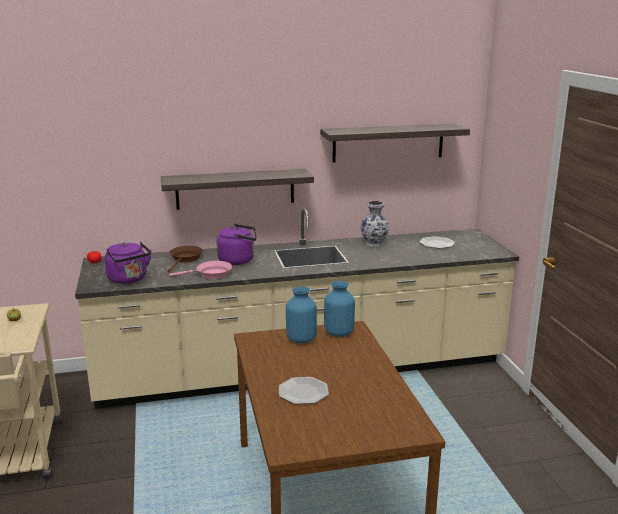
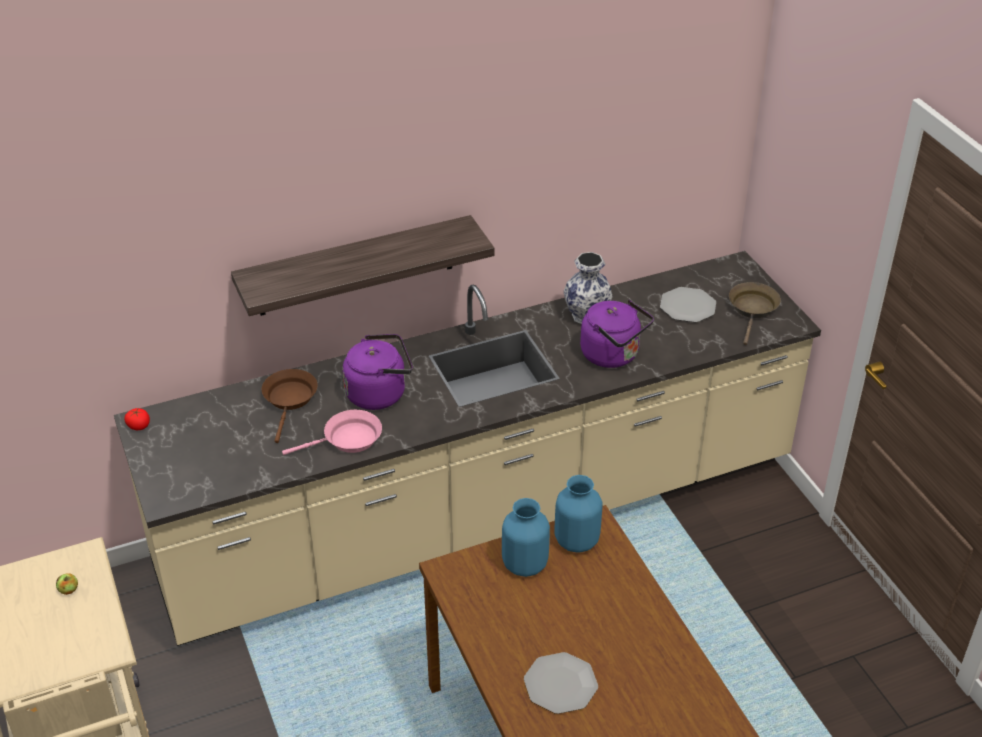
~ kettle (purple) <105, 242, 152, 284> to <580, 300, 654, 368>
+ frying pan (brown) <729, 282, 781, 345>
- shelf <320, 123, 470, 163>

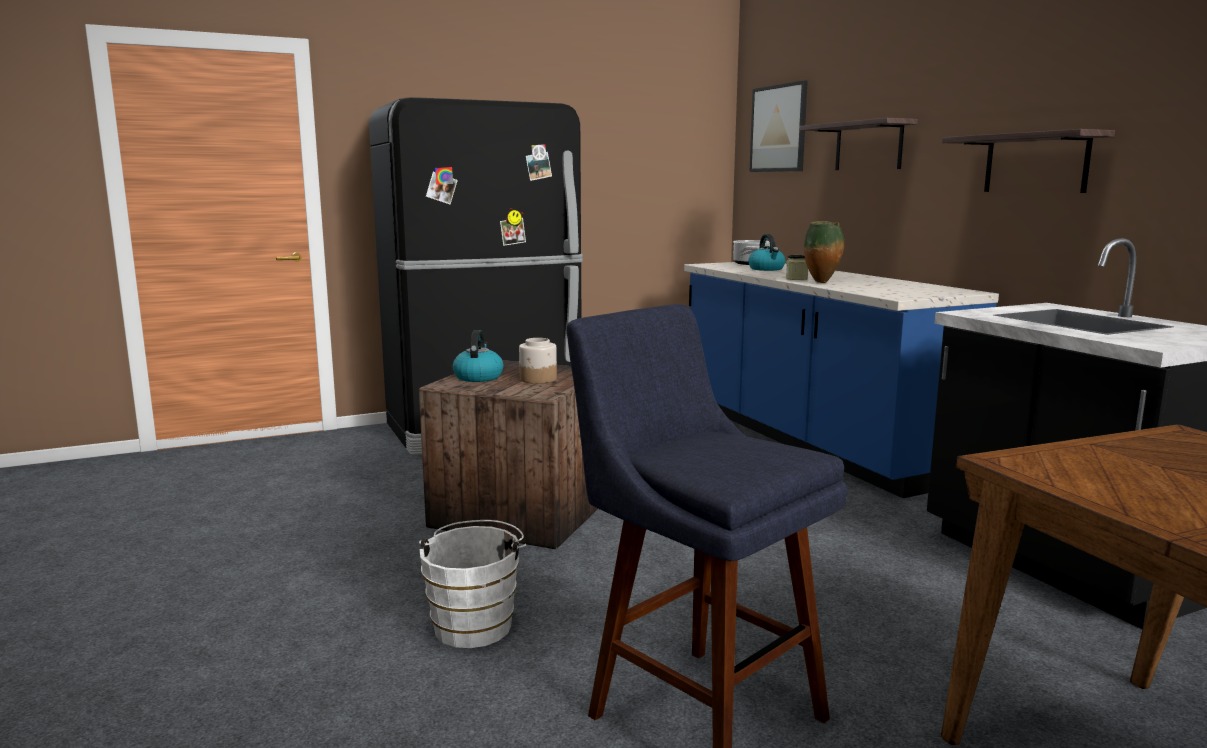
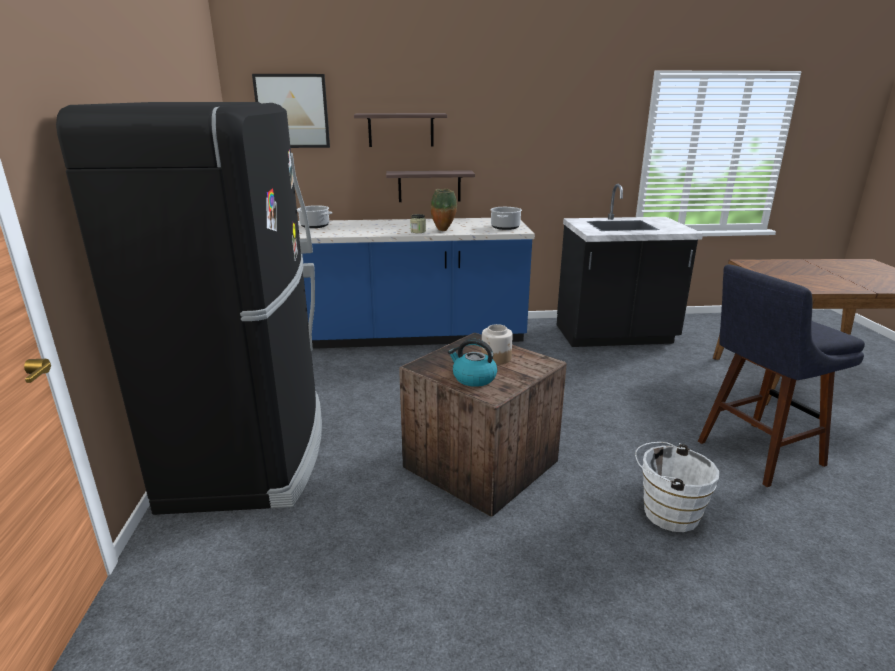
~ shelf <942, 129, 1115, 193> to <386, 170, 475, 202>
+ cooking pot <490, 207, 522, 230>
- kettle <748, 234, 785, 271>

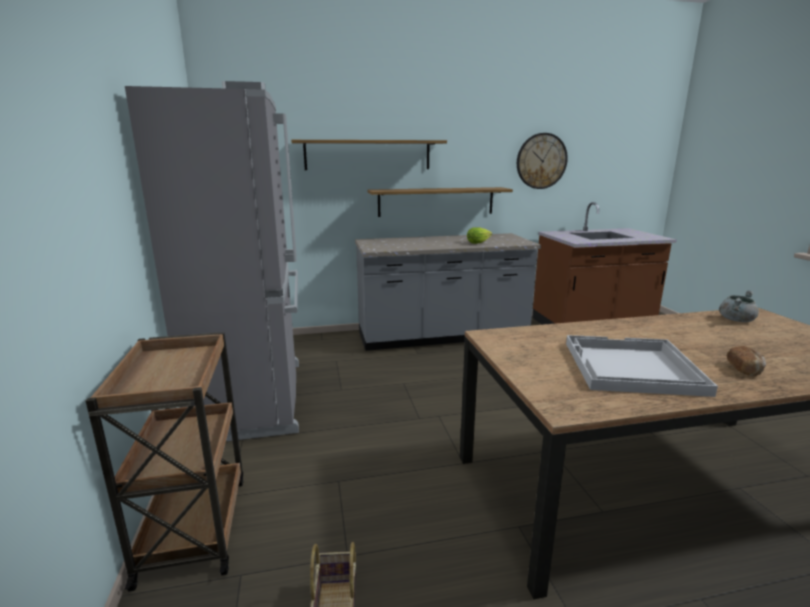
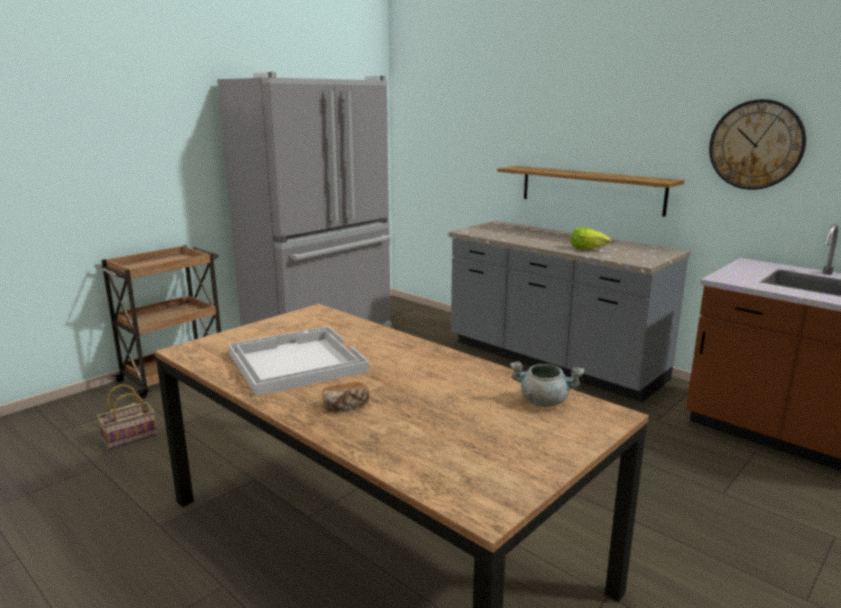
- shelf <291, 140, 447, 170>

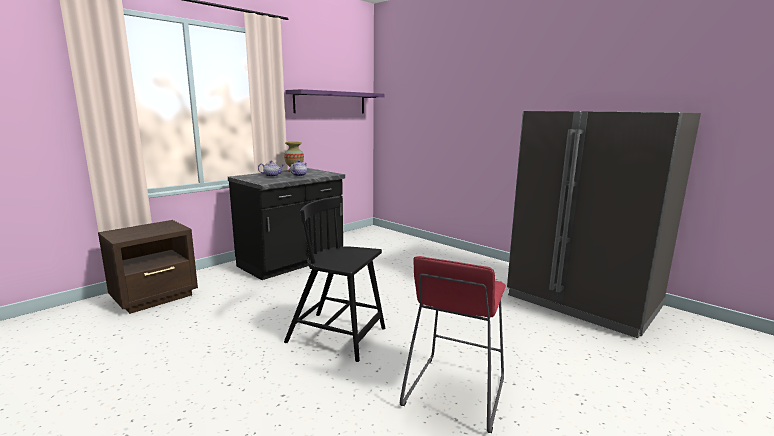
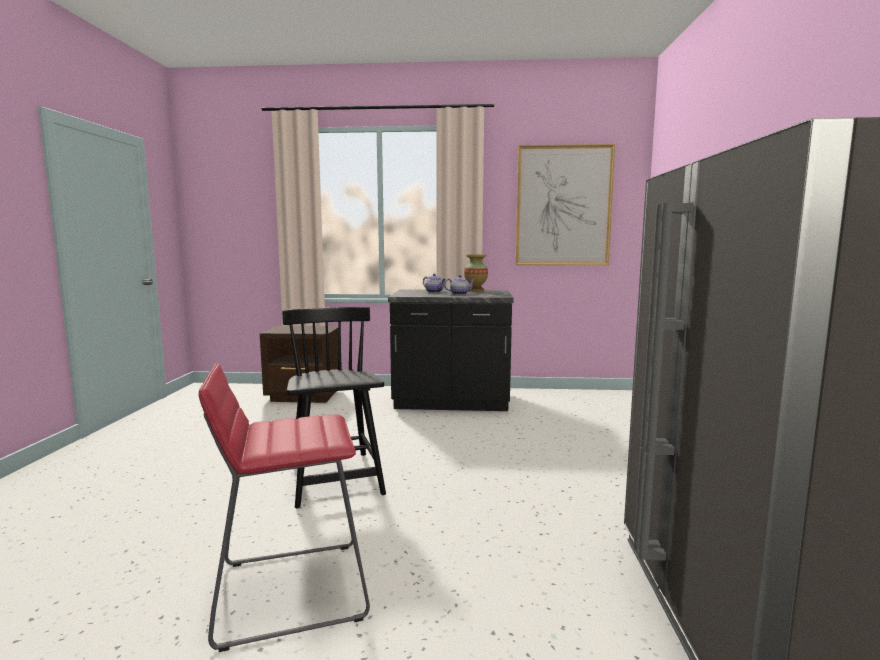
~ shelf (purple) <285, 89, 385, 114> to picture <515, 144, 615, 265>

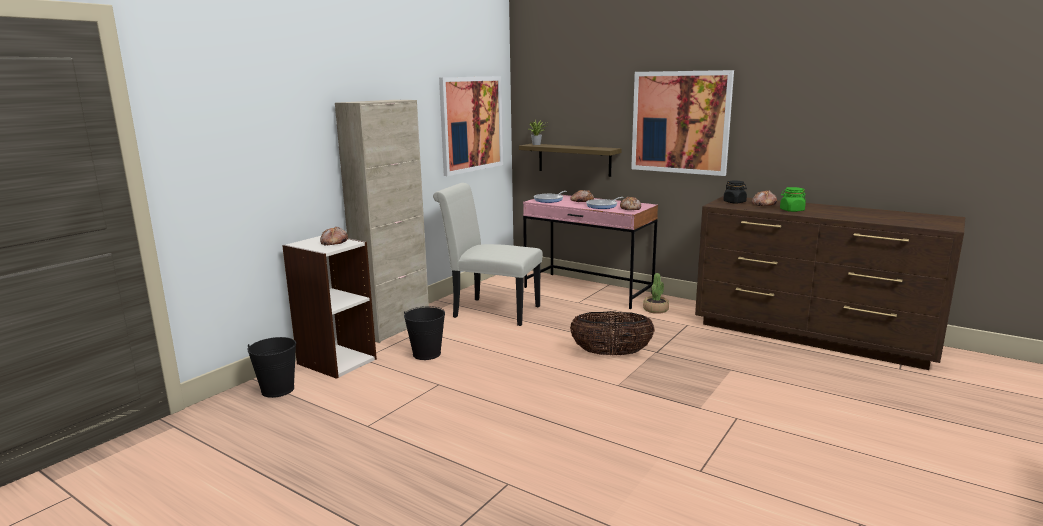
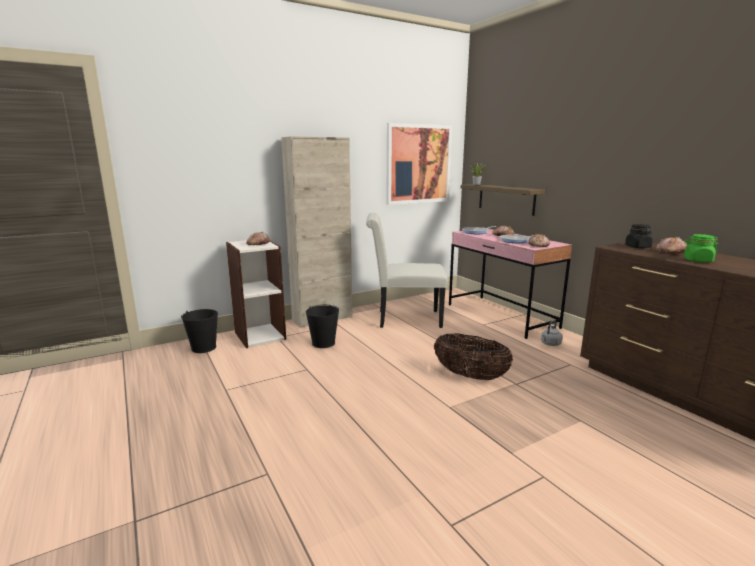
~ chair (white) <433, 183, 543, 326> = <366, 213, 448, 328> 45 degrees counterclockwise
~ potted plant <643, 273, 669, 314> to kettle (grey) <541, 320, 562, 346>
- picture <631, 70, 734, 176>

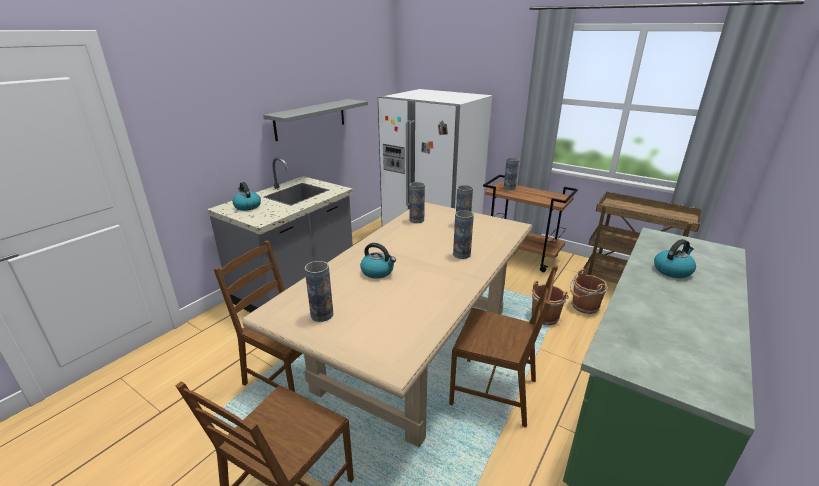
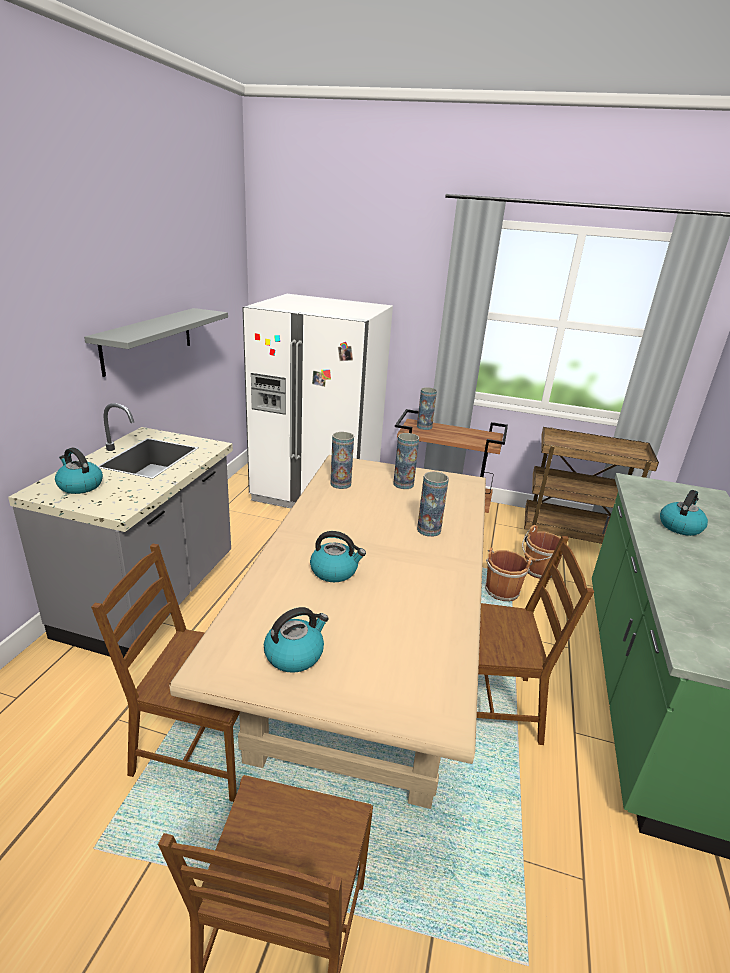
~ vase <305, 261, 333, 322> to kettle <264, 607, 329, 673>

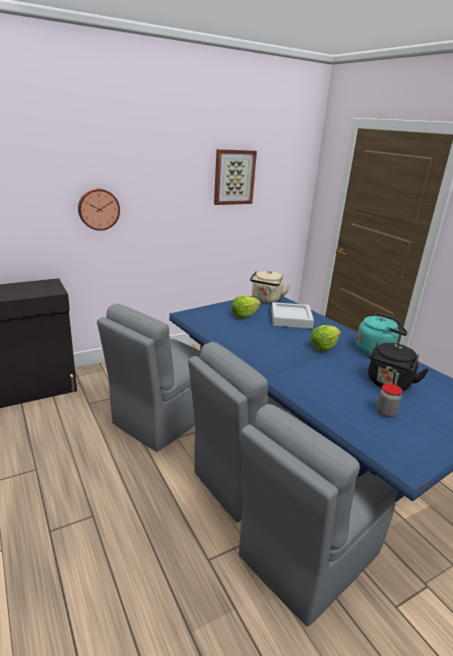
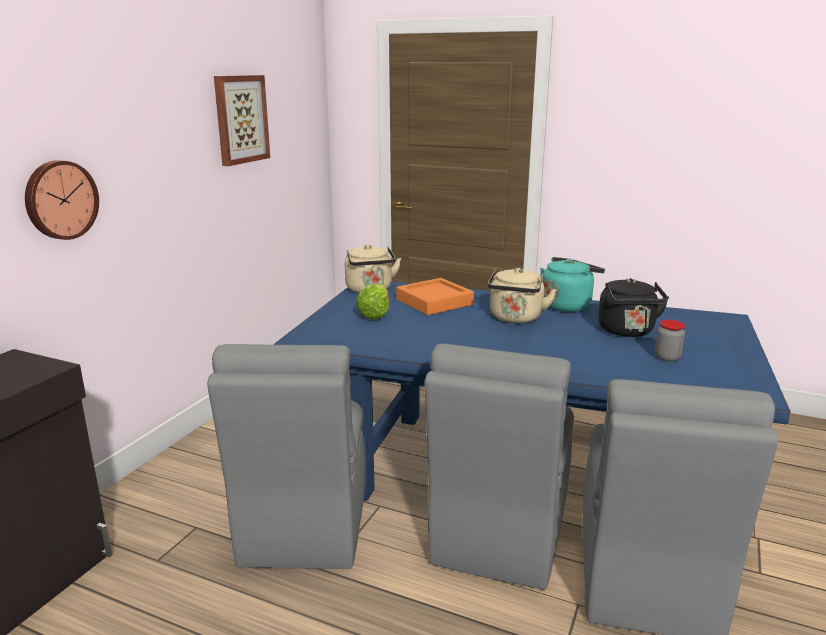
~ tray (grey) <271, 302, 314, 329> to tray (orange) <396, 278, 474, 315>
~ lettuce <310, 325, 341, 351> to kettle (beige) <487, 268, 557, 323>

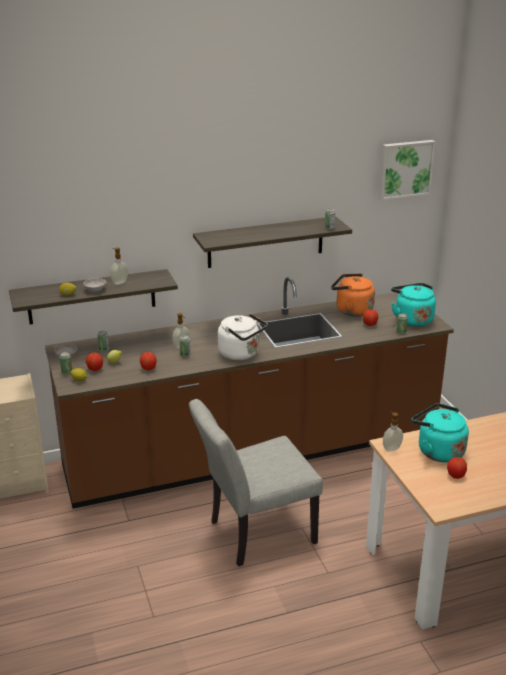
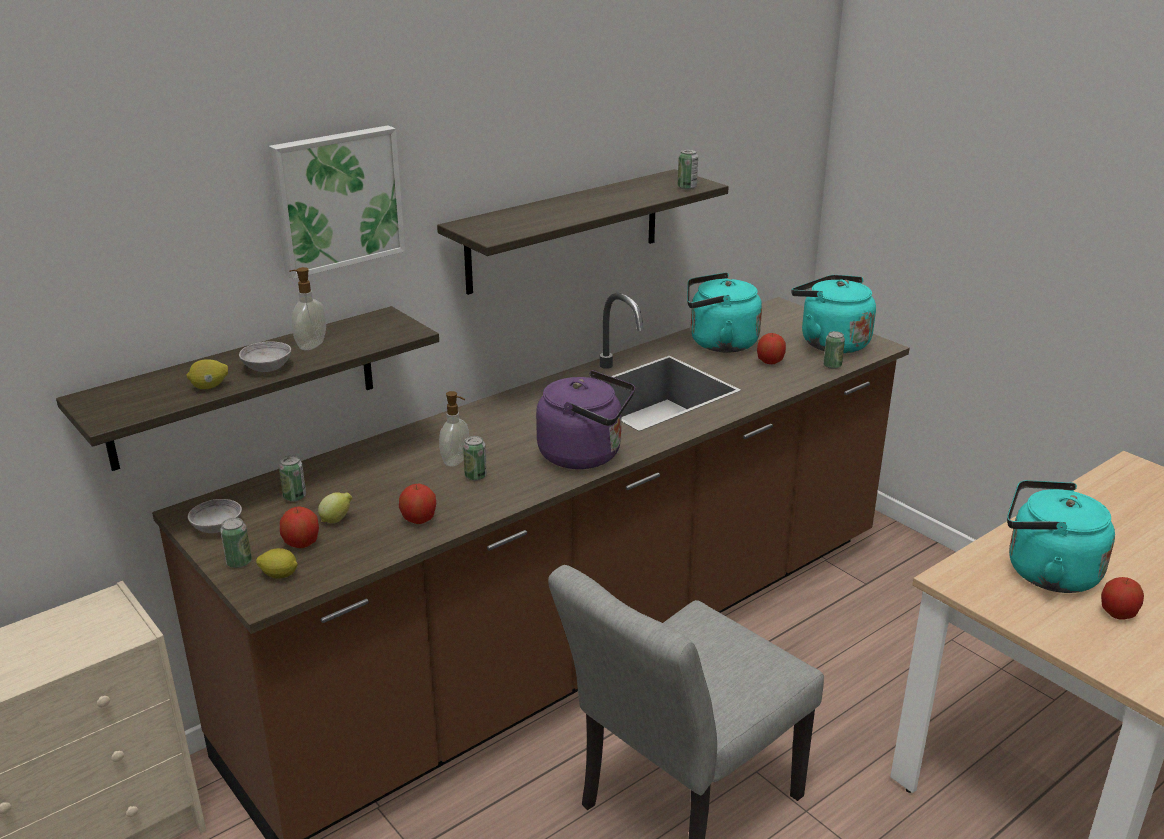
~ picture <379, 140, 436, 200> to <269, 125, 405, 279>
~ kettle (white) <218, 314, 267, 360> to kettle (purple) <536, 370, 635, 469>
~ kettle (orange) <331, 273, 375, 317> to kettle (turquoise) <687, 272, 762, 352>
- soap dispenser <383, 412, 403, 452>

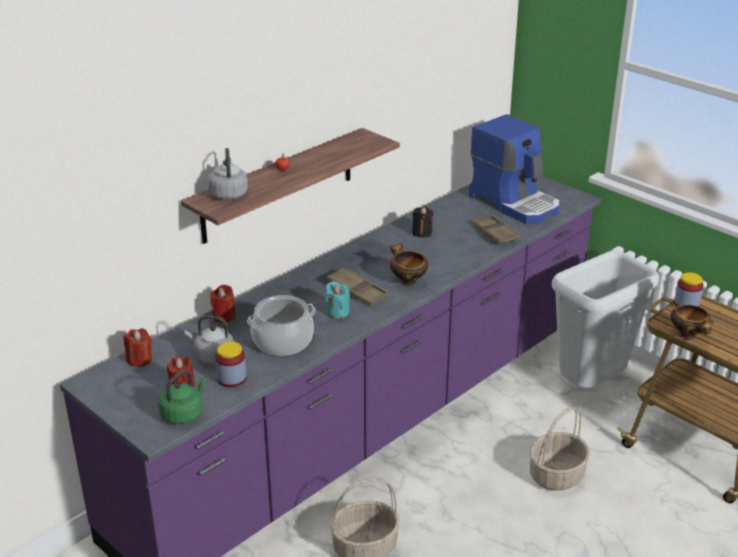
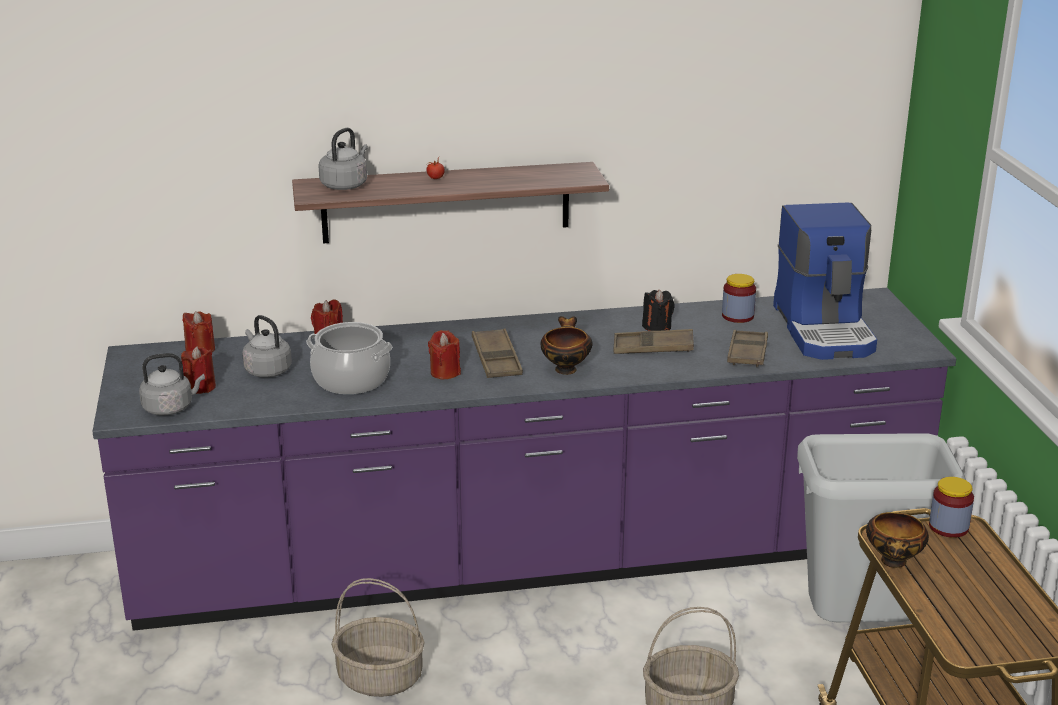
~ kettle (green) <158, 370, 207, 424> to kettle (grey) <139, 353, 205, 416>
~ candle (turquoise) <326, 281, 350, 319> to candle (red) <428, 330, 461, 379>
+ tray (brown) <613, 329, 694, 354>
~ jar <215, 342, 247, 387> to <722, 274, 756, 323>

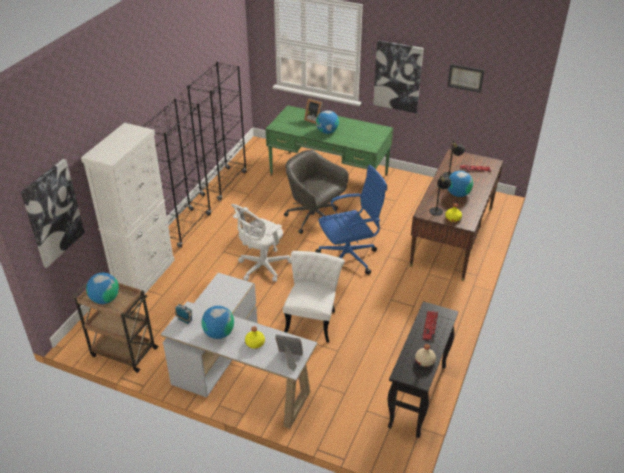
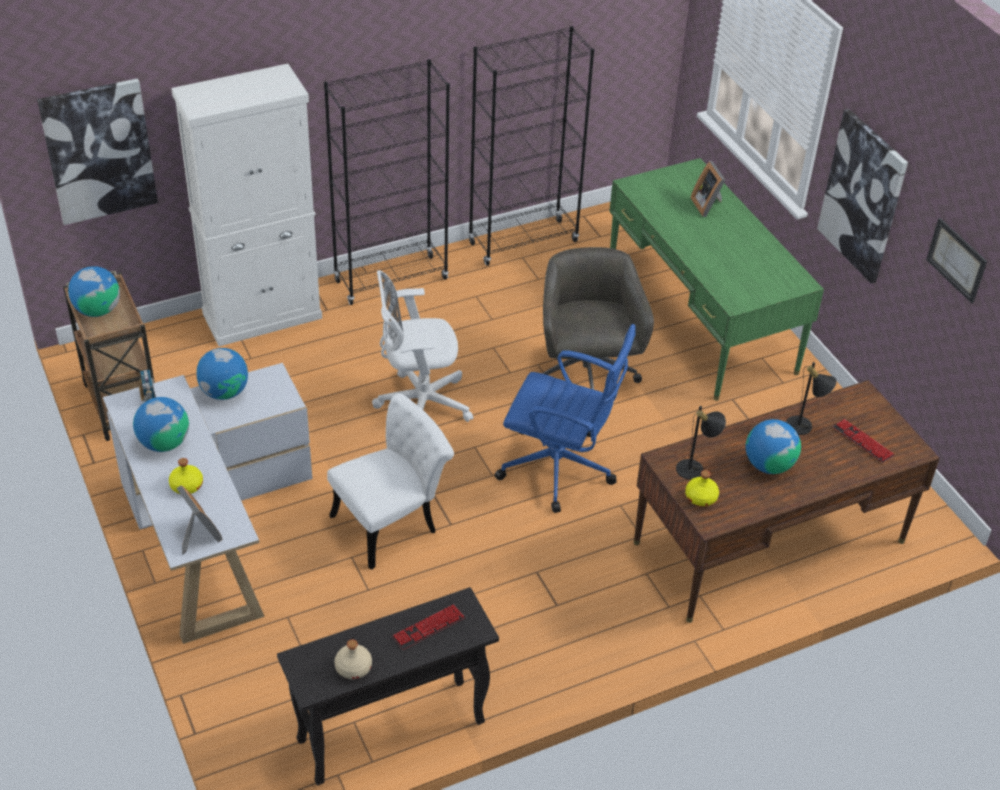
~ globe <316, 110, 339, 134> to <196, 348, 248, 400>

